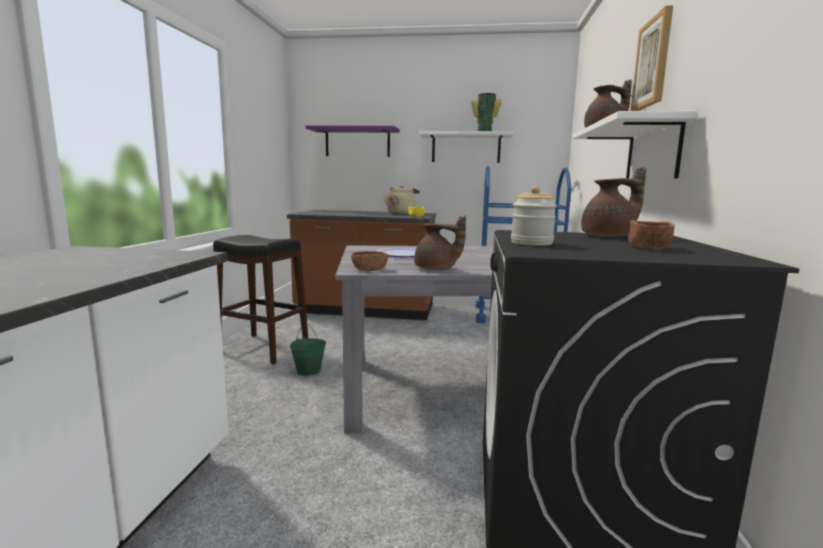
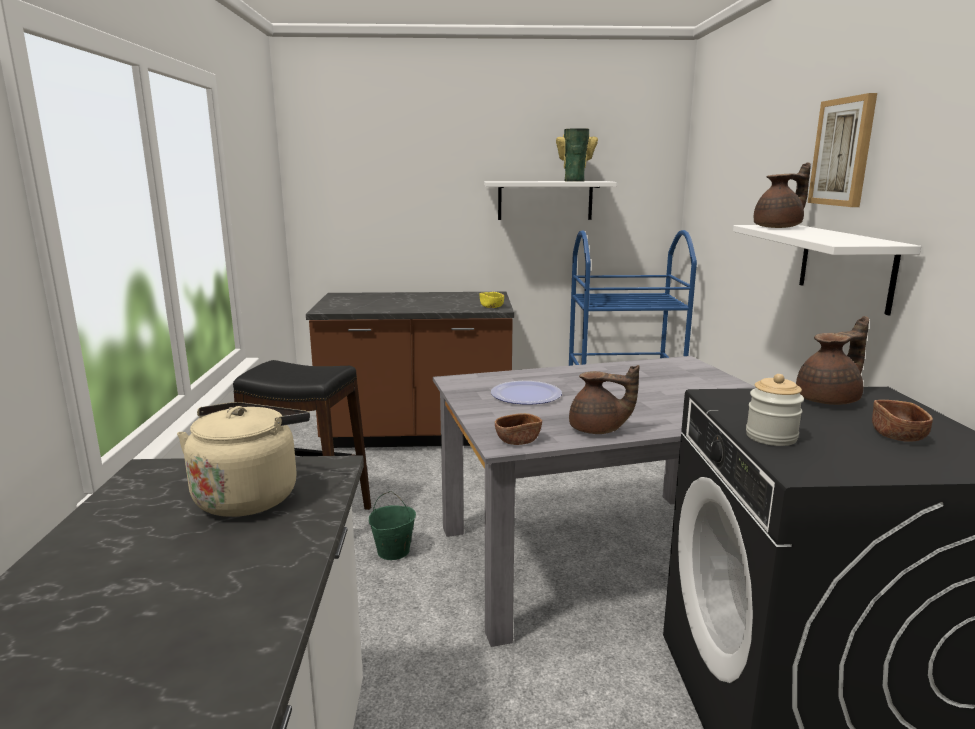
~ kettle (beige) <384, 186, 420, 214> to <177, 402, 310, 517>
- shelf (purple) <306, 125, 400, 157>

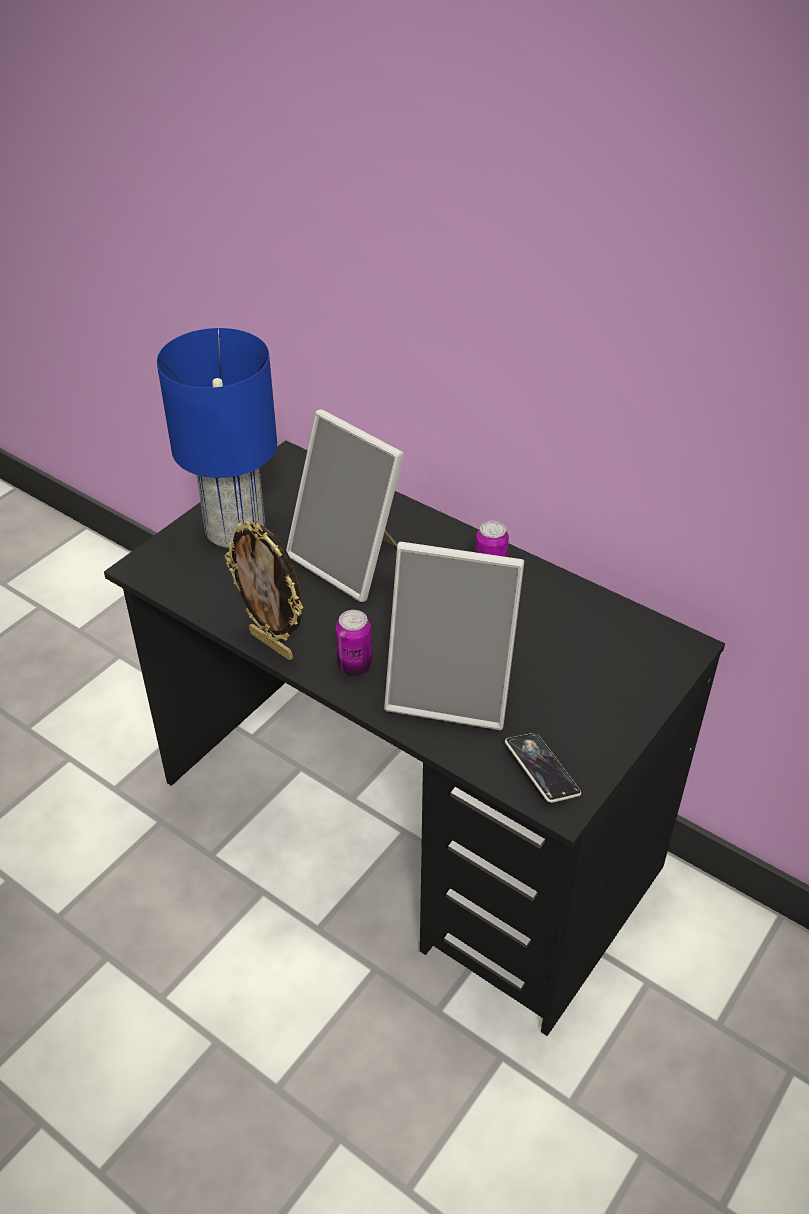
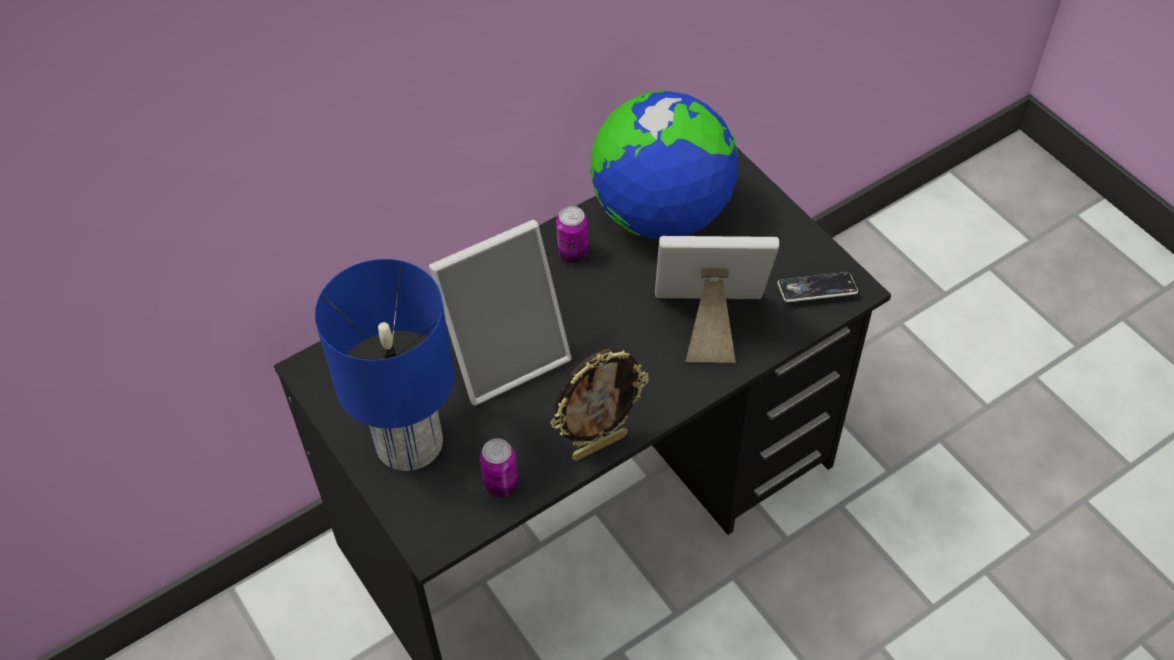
~ can <336, 610, 372, 675> to <480, 438, 518, 498>
+ globe <590, 90, 738, 239>
~ picture frame <384, 542, 524, 730> = <655, 236, 779, 363> 120 degrees counterclockwise

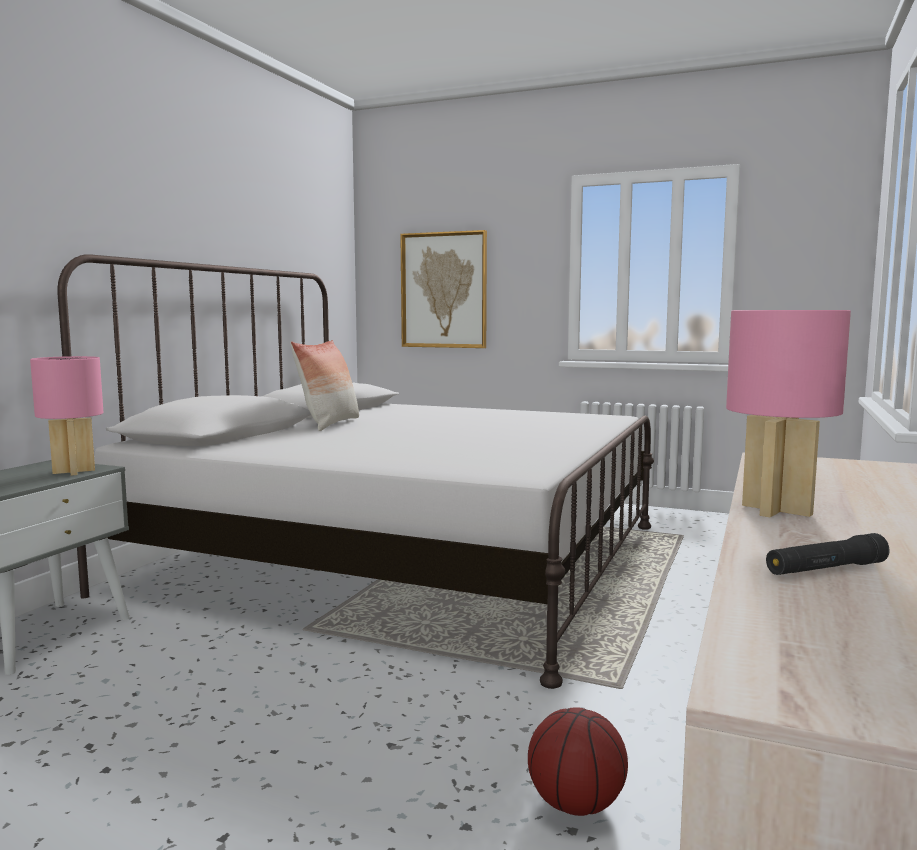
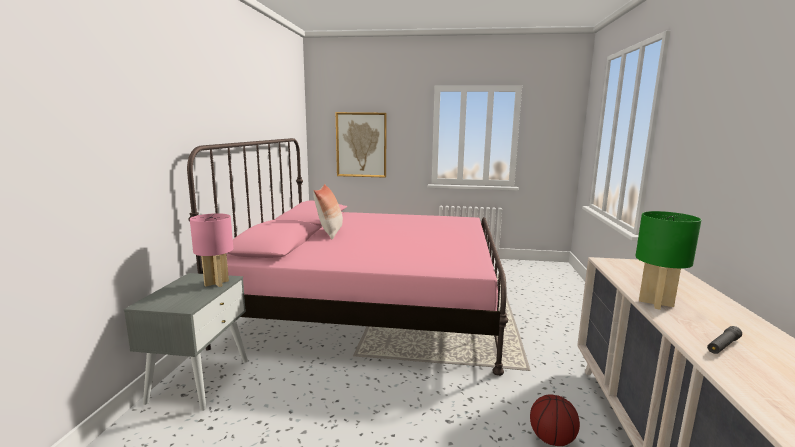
~ bed (white) <57, 254, 654, 689> to bed (pink) <187, 138, 508, 376>
~ table lamp (pink) <726, 310, 851, 517> to table lamp (green) <635, 211, 701, 310>

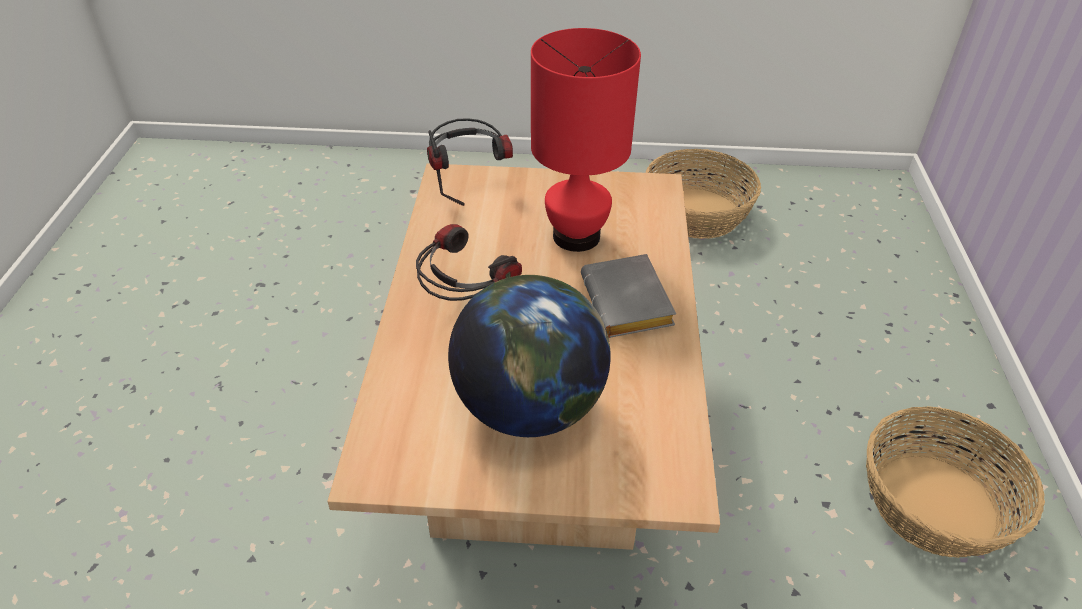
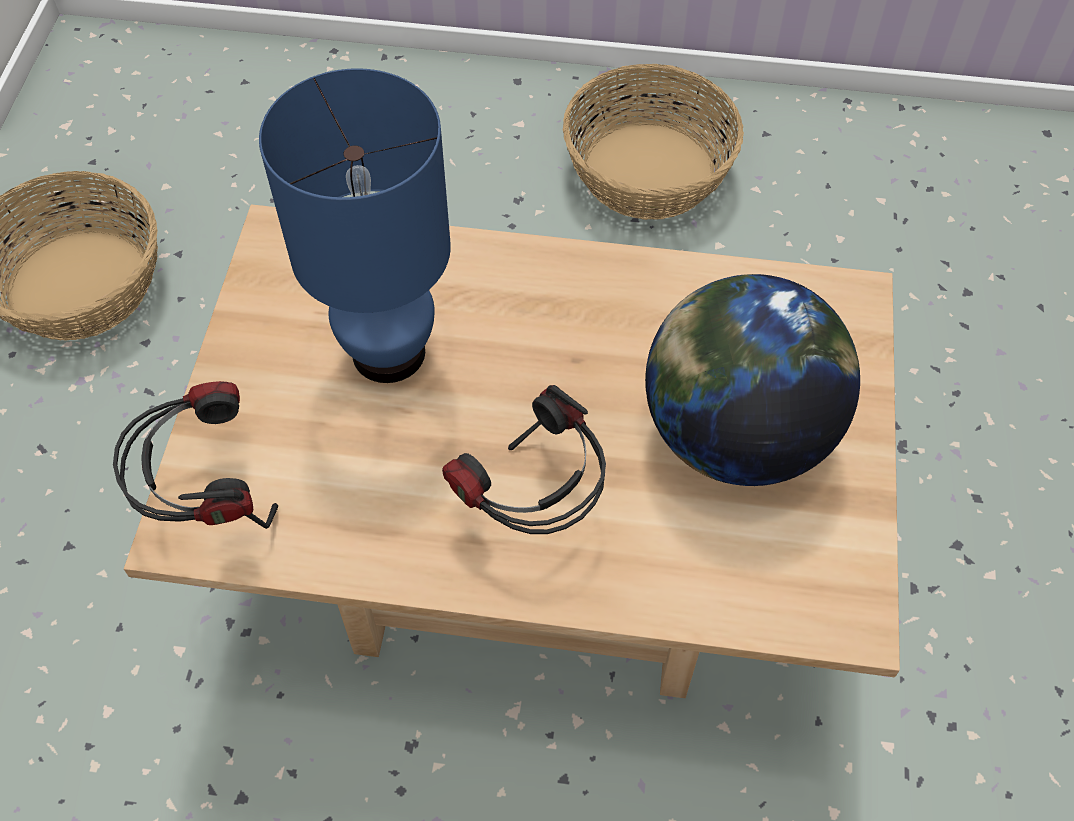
~ table lamp (red) <531, 28, 641, 252> to table lamp (blue) <259, 68, 451, 383>
- book (grey) <581, 254, 676, 338>

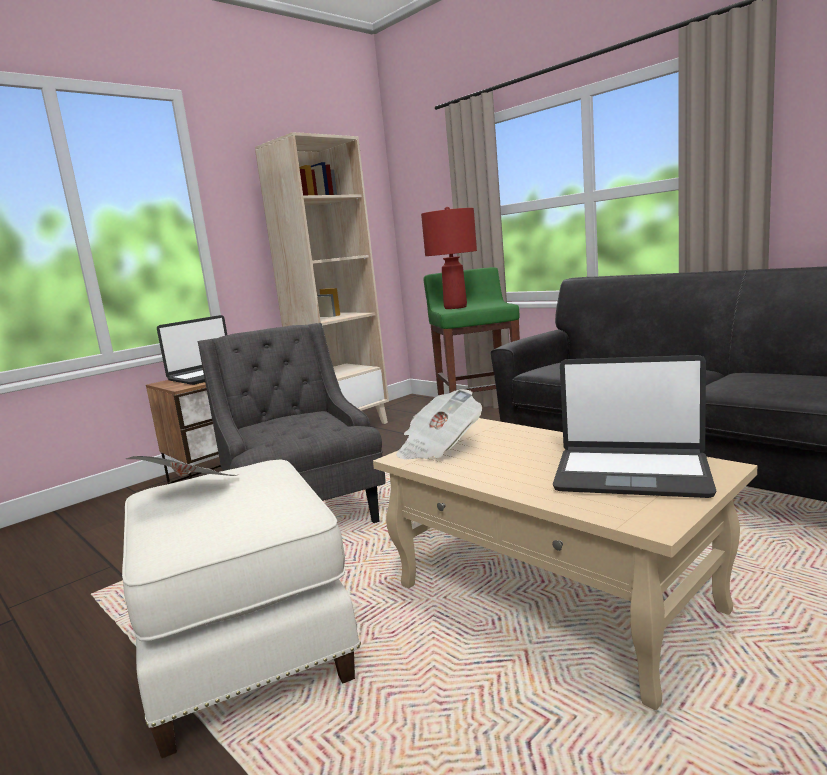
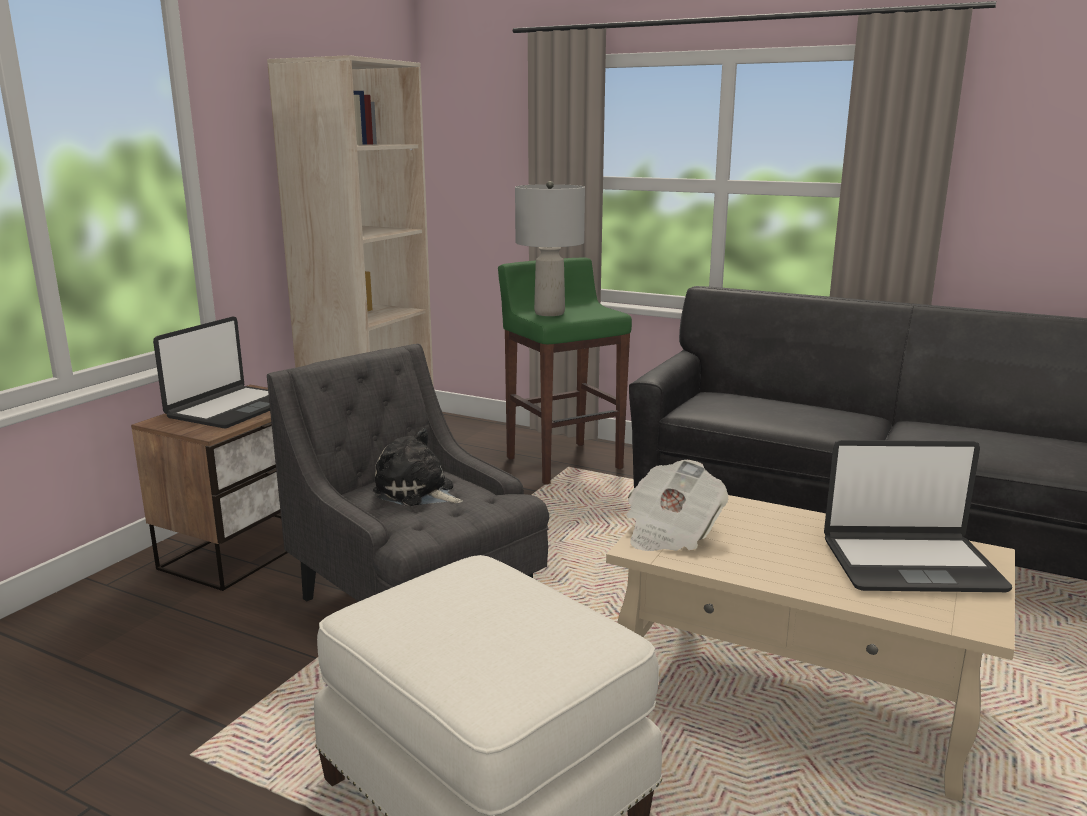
+ plush toy <373, 428, 463, 506>
~ table lamp (red) <421, 207, 477, 309> to table lamp (grey) <515, 181, 585, 316>
- newspaper <126, 456, 240, 476>

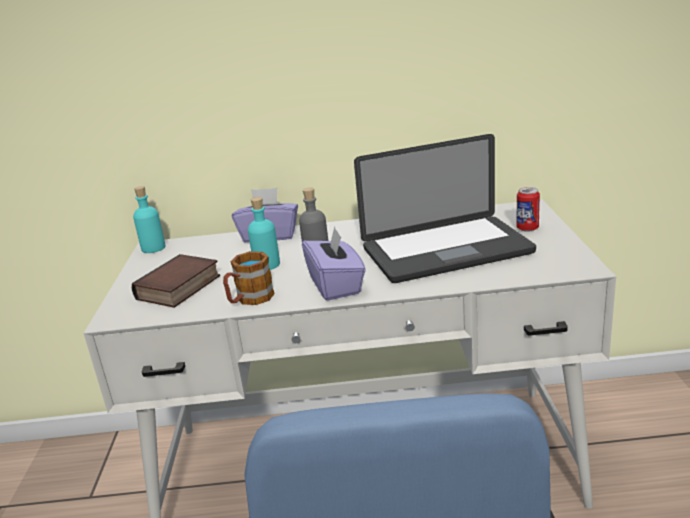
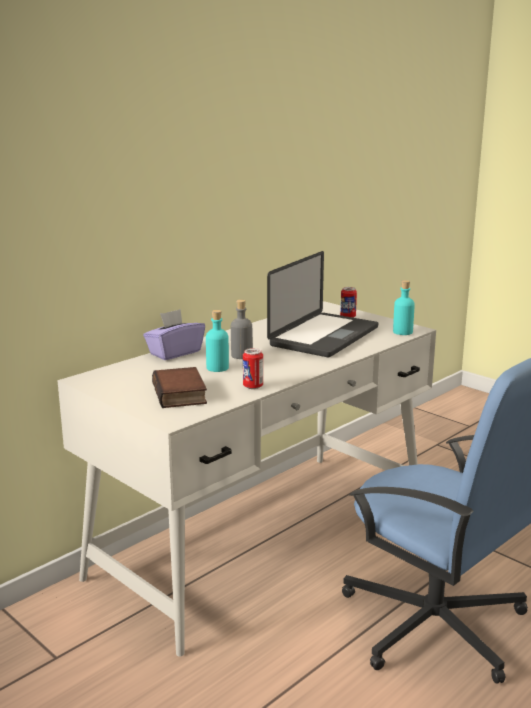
~ mug <223, 251, 275, 305> to can <243, 348, 263, 389>
~ bottle (turquoise) <133, 186, 165, 253> to <393, 280, 415, 335>
- tissue box (purple) <302, 227, 366, 301>

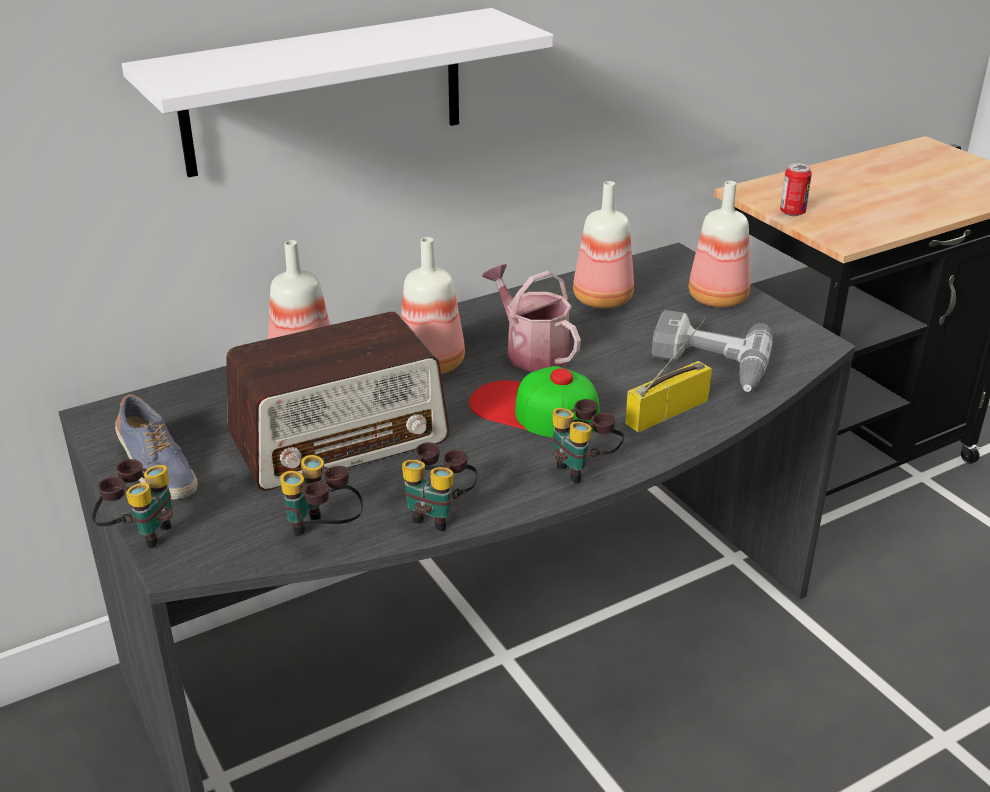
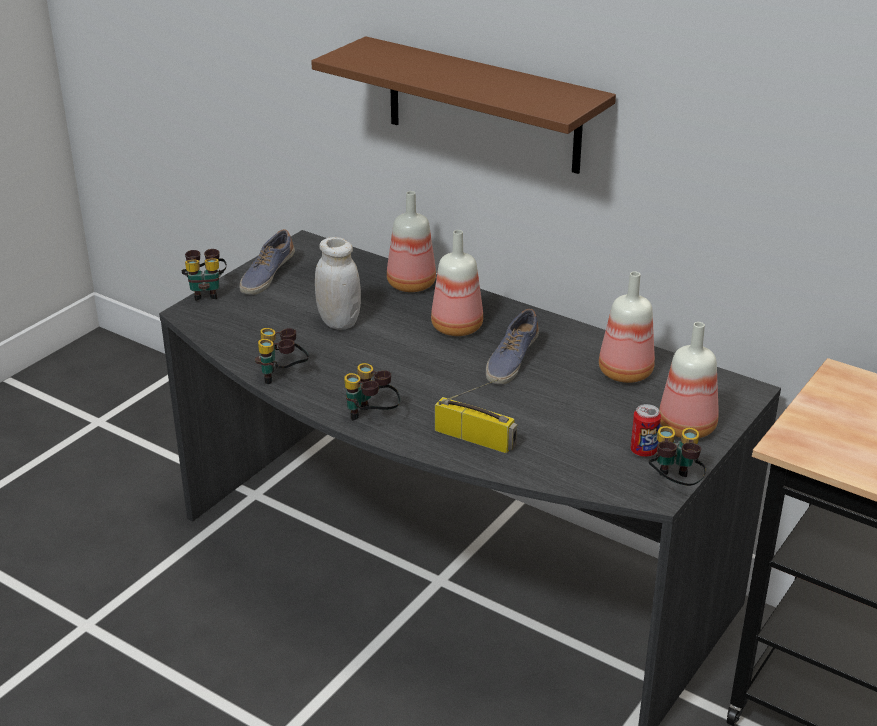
~ shelf (white) <122, 8, 553, 178> to shelf (brown) <311, 36, 616, 174>
~ radio <226, 312, 450, 491> to jar (white) <315, 237, 361, 330>
~ watering can <482, 264, 581, 372> to shoe <486, 309, 539, 385>
~ can <780, 163, 812, 216> to <631, 404, 661, 457>
~ binoculars <280, 455, 364, 536> to <649, 426, 706, 486>
- cap <469, 366, 600, 437>
- power drill <652, 310, 773, 392>

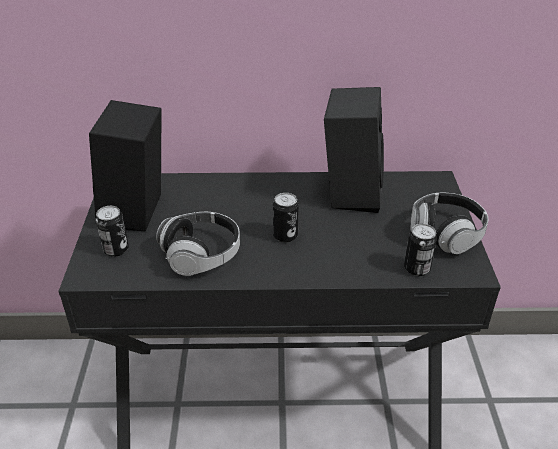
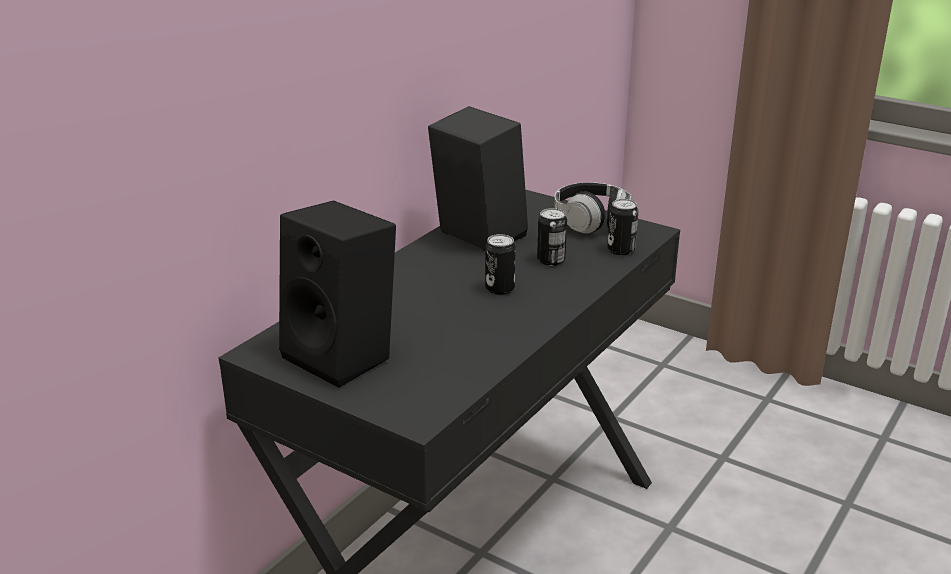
~ can <96, 206, 129, 257> to <537, 208, 567, 266>
- headphones <156, 212, 240, 276>

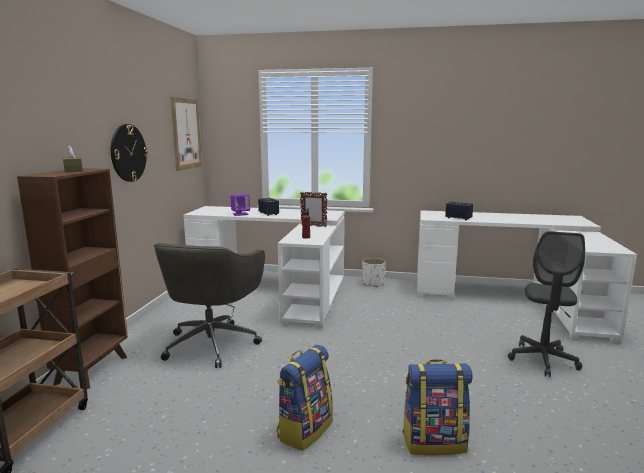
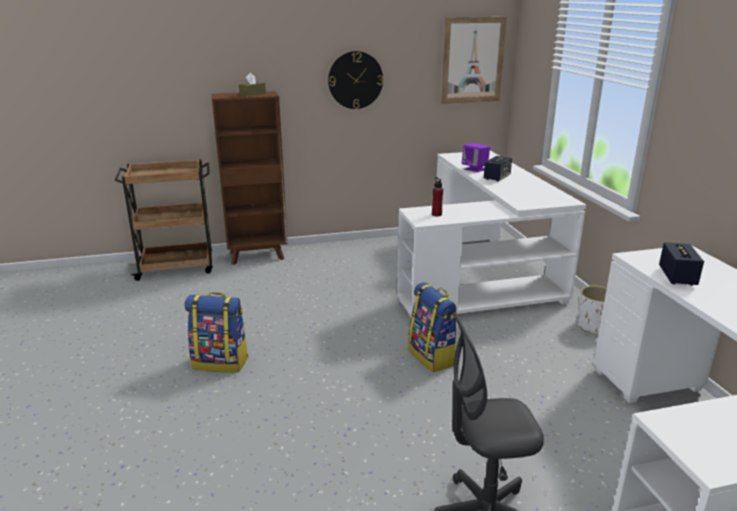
~ backpack <402, 359, 473, 455> to <408, 282, 458, 372>
- office chair (grey) <154, 243, 265, 368>
- picture frame <300, 192, 327, 227>

